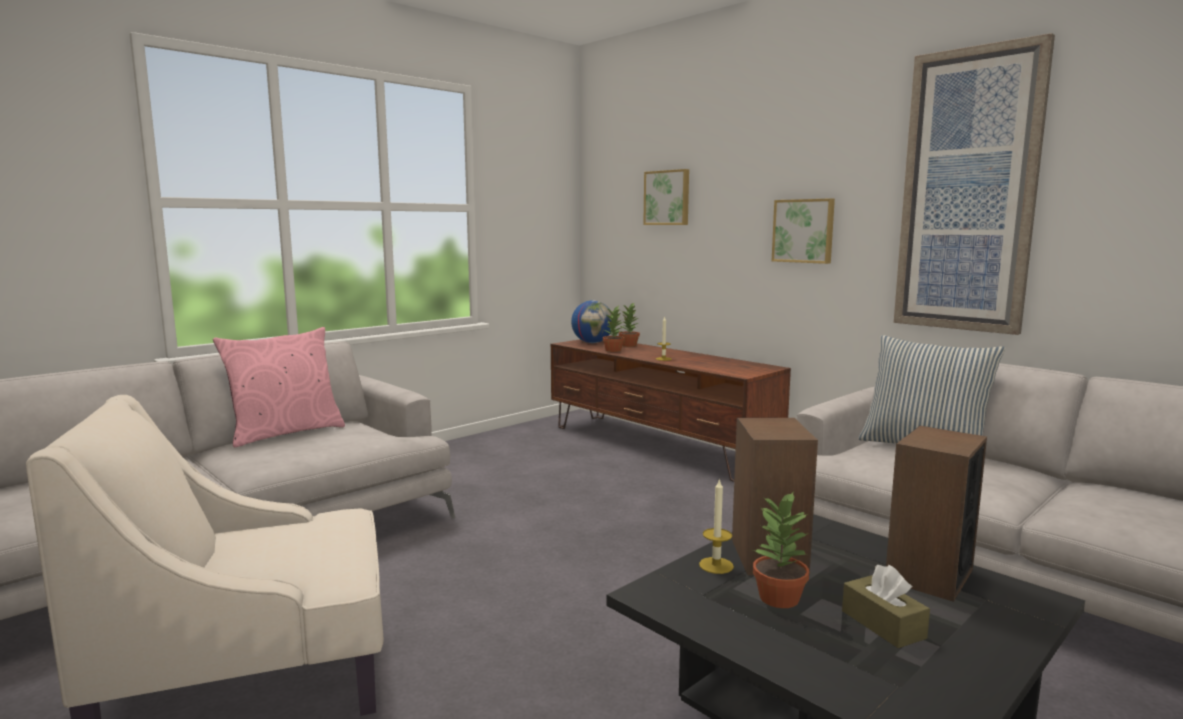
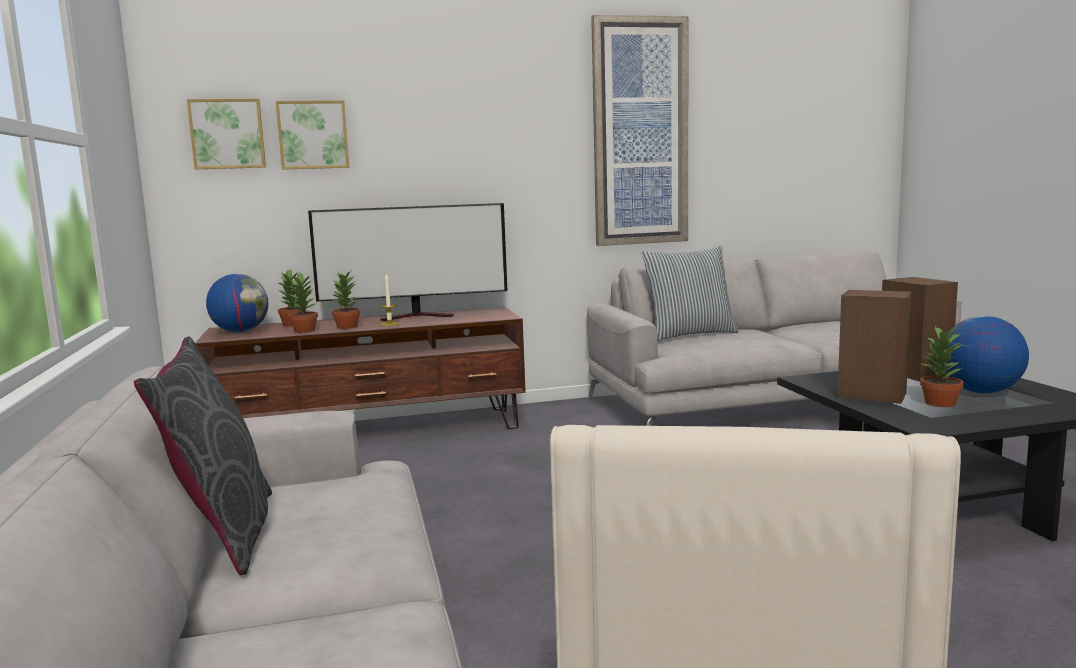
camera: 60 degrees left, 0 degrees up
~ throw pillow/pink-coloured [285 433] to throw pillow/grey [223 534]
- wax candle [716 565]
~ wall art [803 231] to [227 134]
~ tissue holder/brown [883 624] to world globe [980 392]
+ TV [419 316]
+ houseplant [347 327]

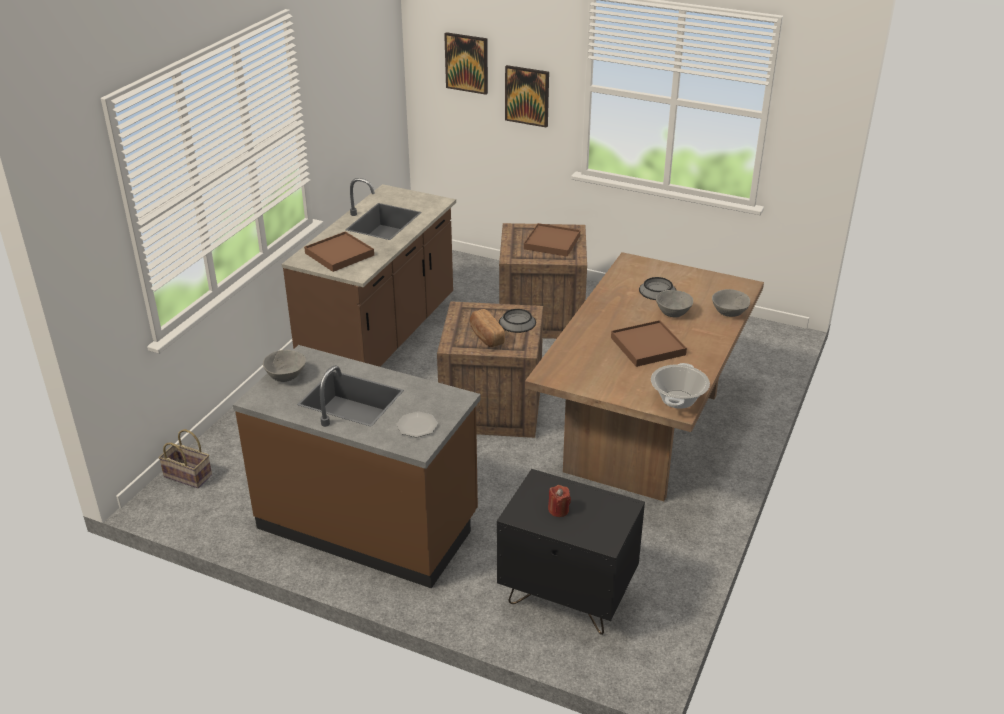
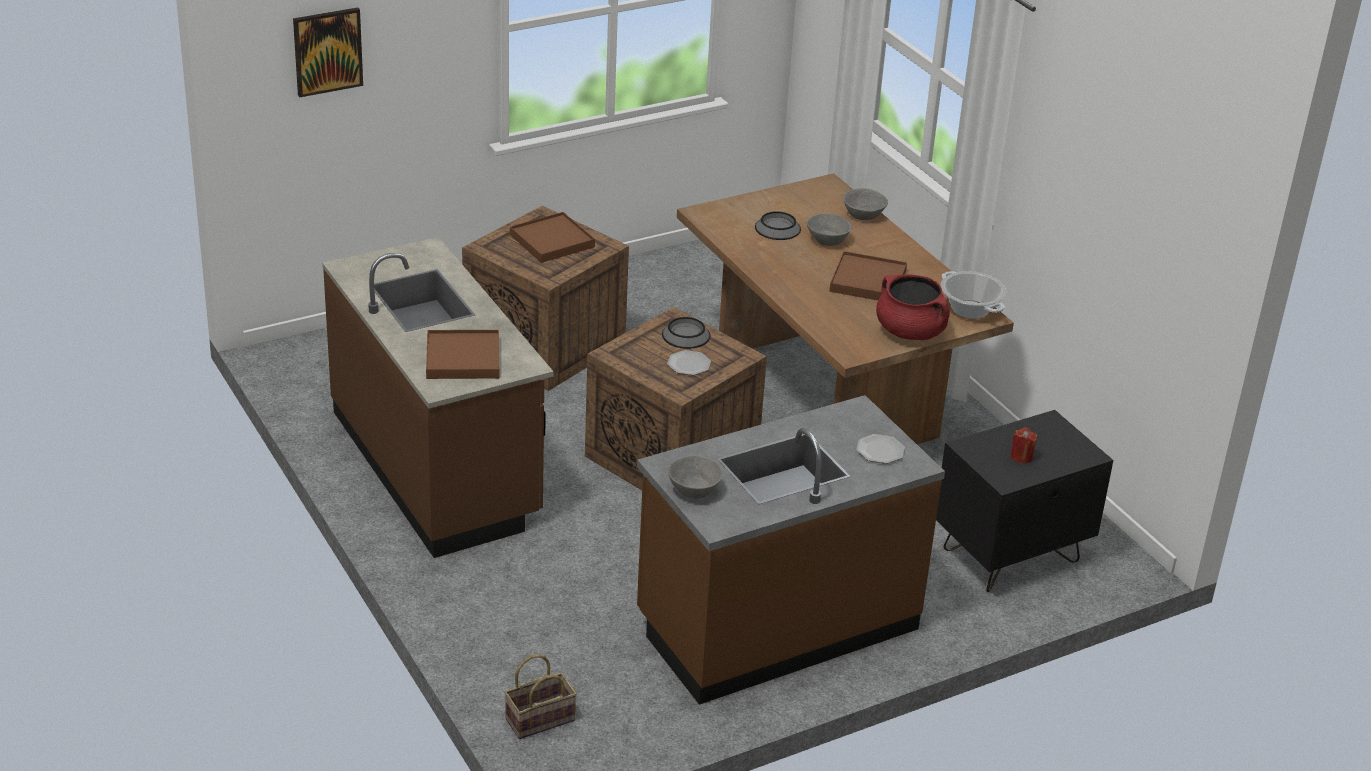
camera: 55 degrees left, 0 degrees up
~ bakery bread [486 336] to dinner plate [688 364]
- wall art [527 95]
+ saucepot/red [910 332]

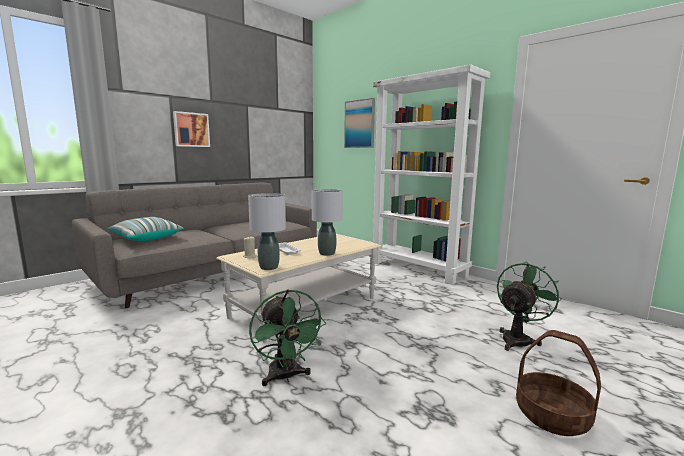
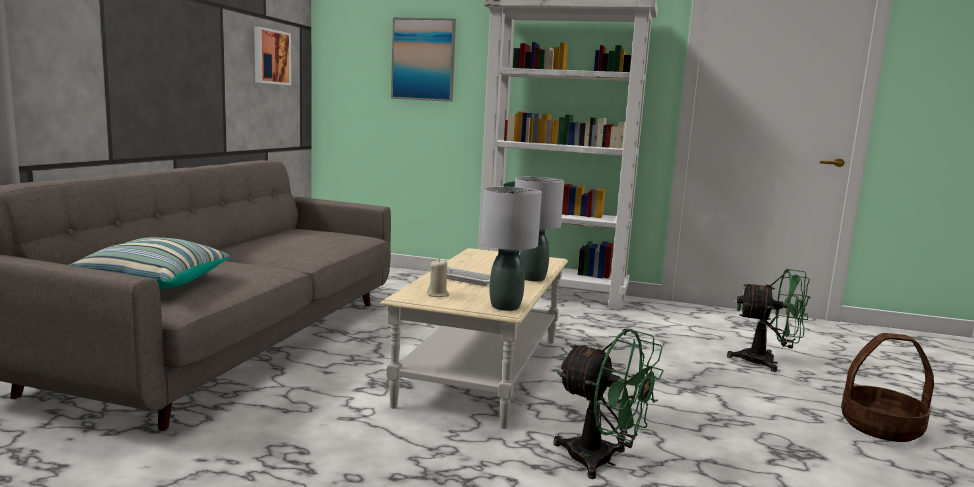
camera: 30 degrees left, 0 degrees up
~ wall art [191 129] to [270 57]
~ cooling fan/greenish [518 339] = [767 362] 90 degrees clockwise

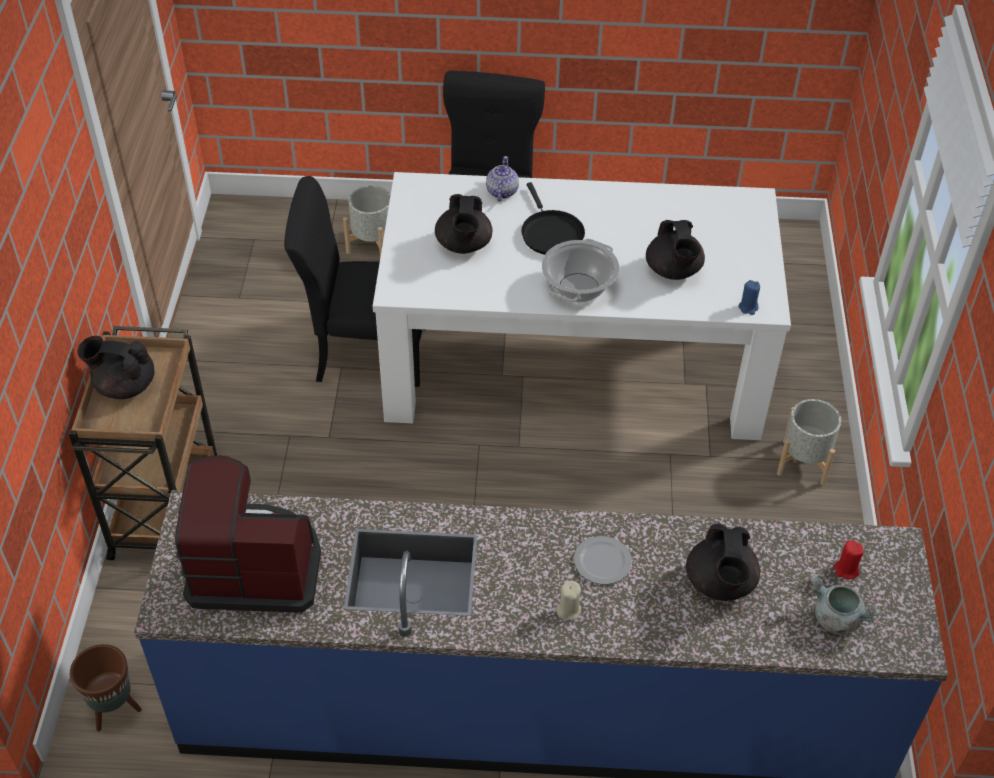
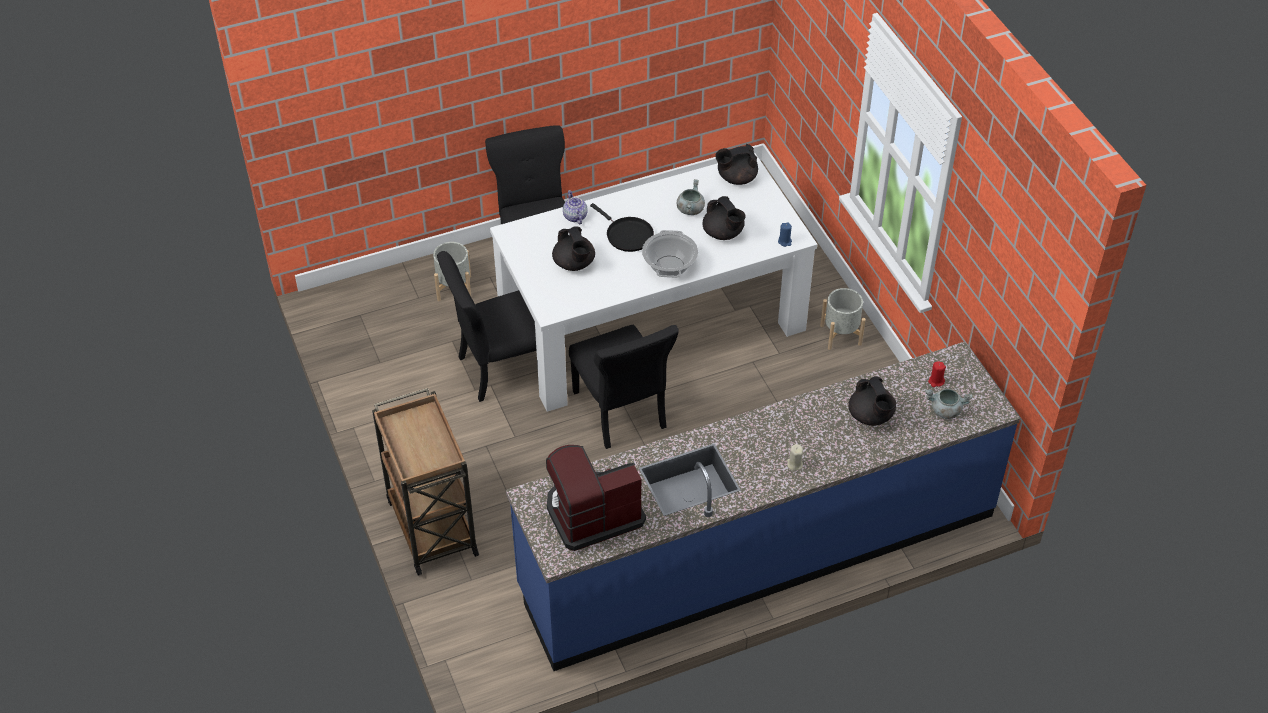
camera: 25 degrees left, 0 degrees up
- planter/brown [114 710]
~ tea pot/black-coloured [124 385] to [736 178]
- dinner plate [601 562]
+ chair/black-coloured [620 413]
+ saucepot/grey [690 209]

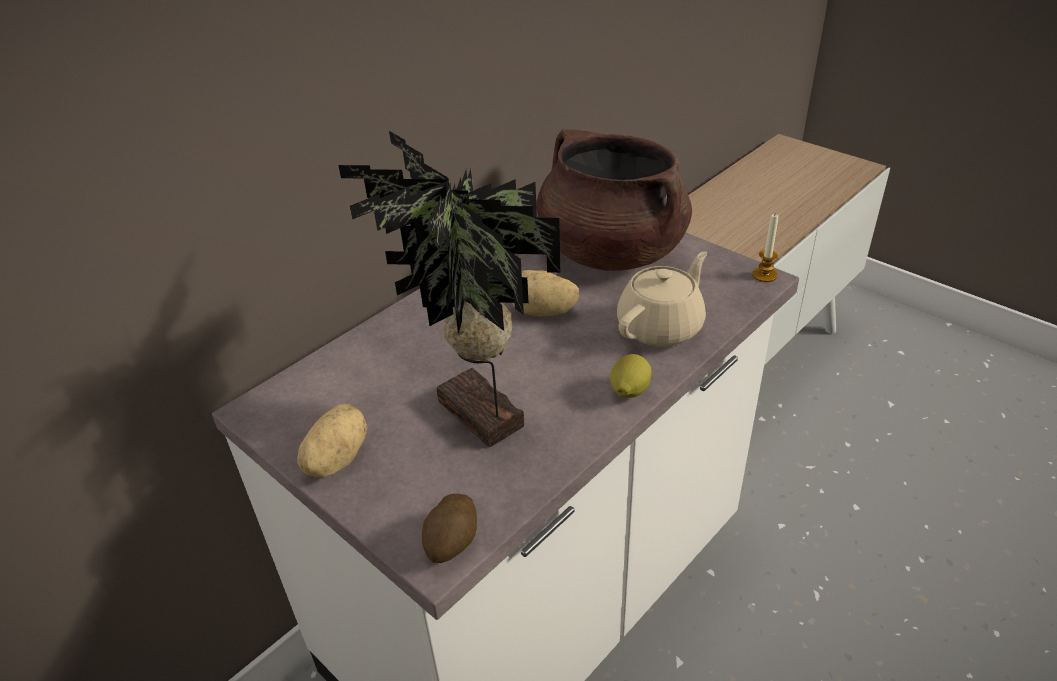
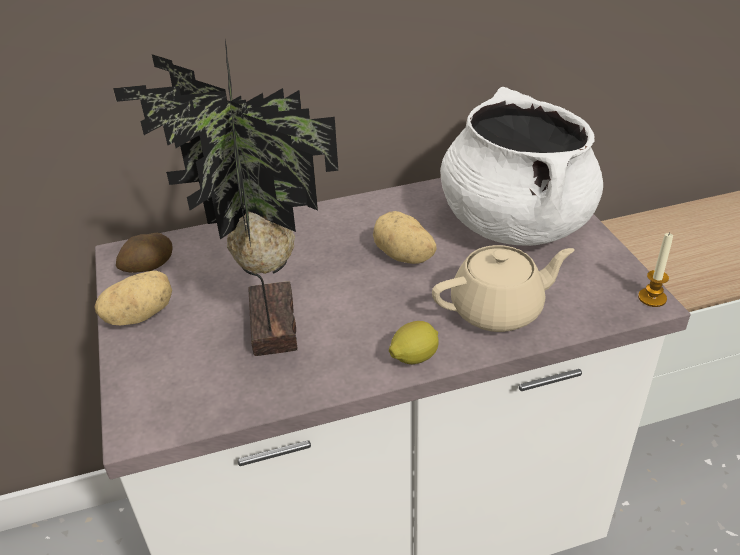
camera: 30 degrees right, 0 degrees up
~ whole potato [452 543] to [148 267]
~ saucepot/brown [610 251] to saucepot/white [514 223]

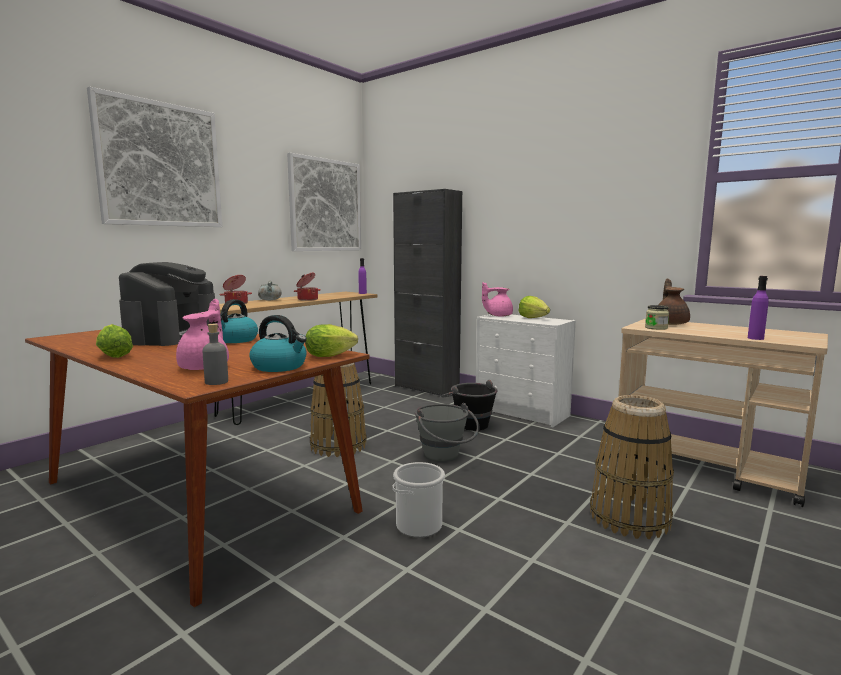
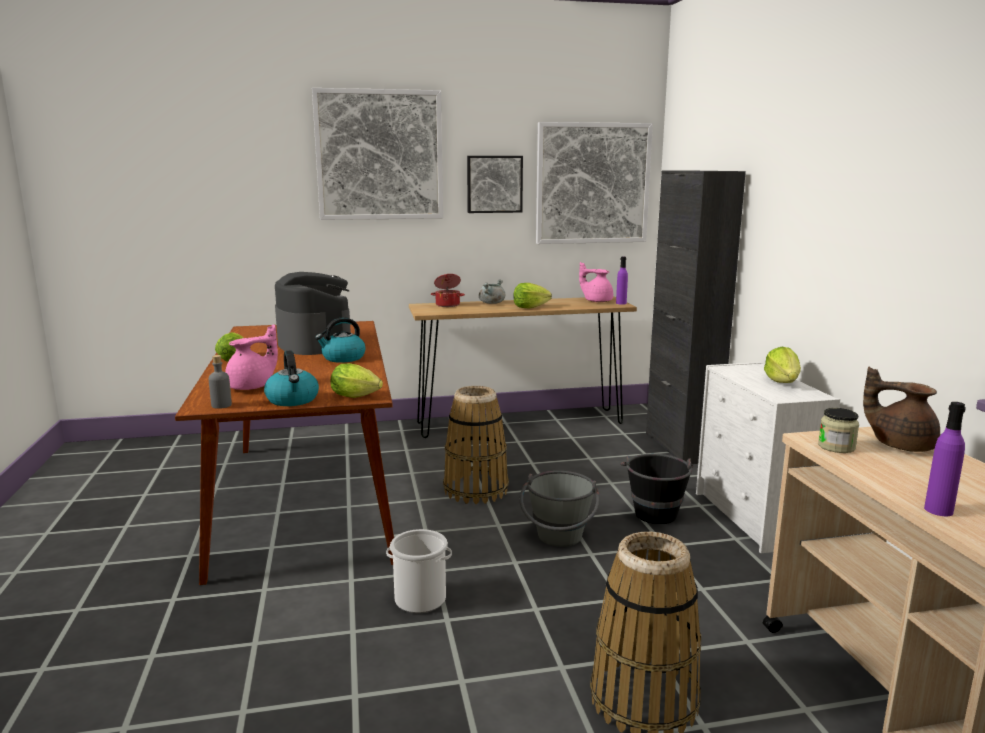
camera: 40 degrees right, 5 degrees up
~ coffee maker [173 336] = [315 343] 75 degrees counterclockwise
~ saucepot [307 299] to lettuce head [530 307]
~ tea pot/pink-coloured [498 316] to [597 301]
~ tea pot/brown [671 323] = [900 445] 105 degrees counterclockwise
+ wall art [494 184]

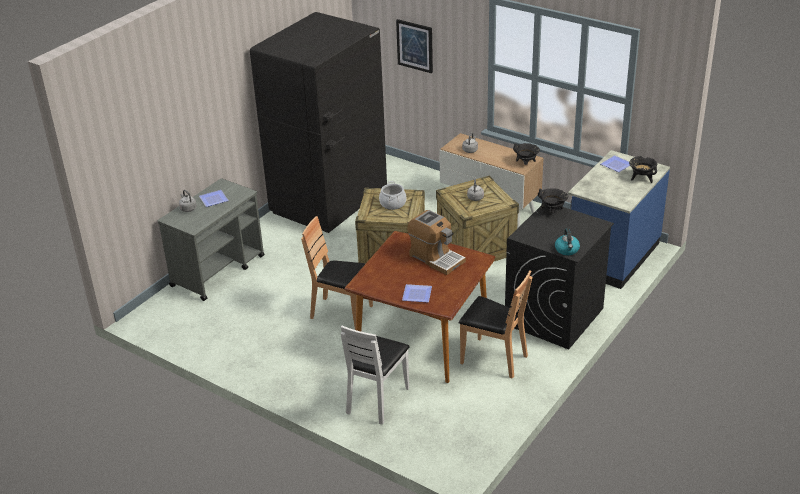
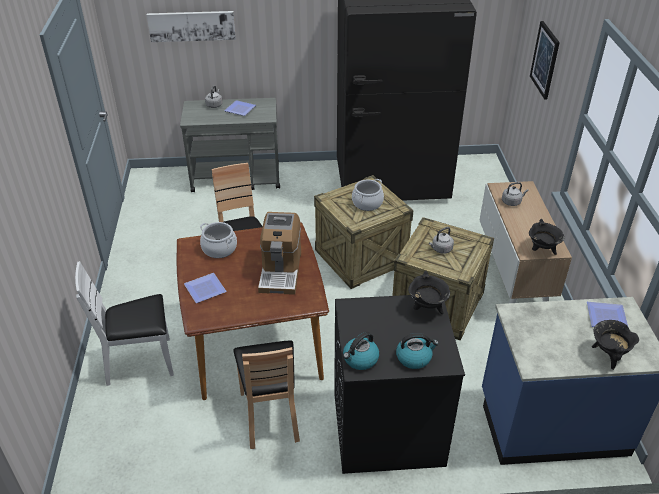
camera: 50 degrees right, 5 degrees up
+ wall art [192 25]
+ saucepot [219 249]
+ water kettle [414 357]

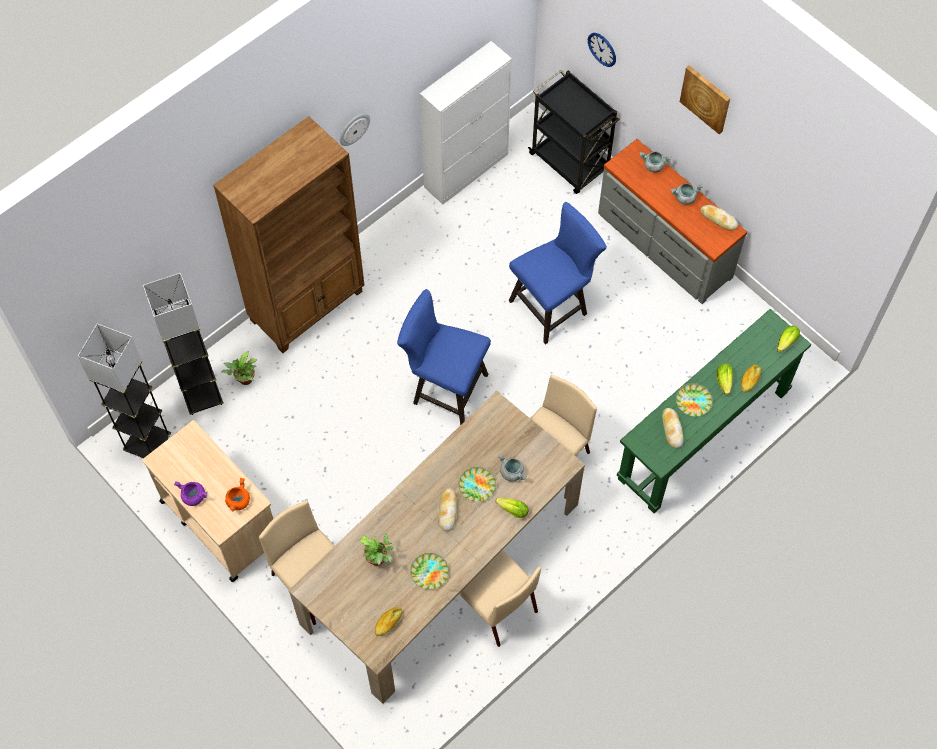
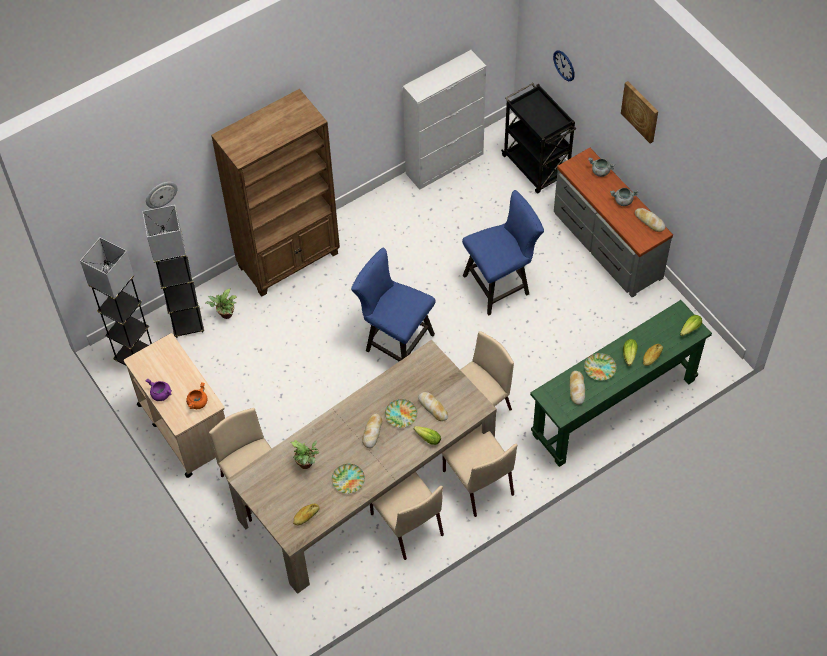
camera: 10 degrees right, 5 degrees down
~ clock on the wall [353 128] to [161 194]
~ saucepot/grey [512 472] to bakery bread [433 408]
+ chair/sand-coloured [477 481]

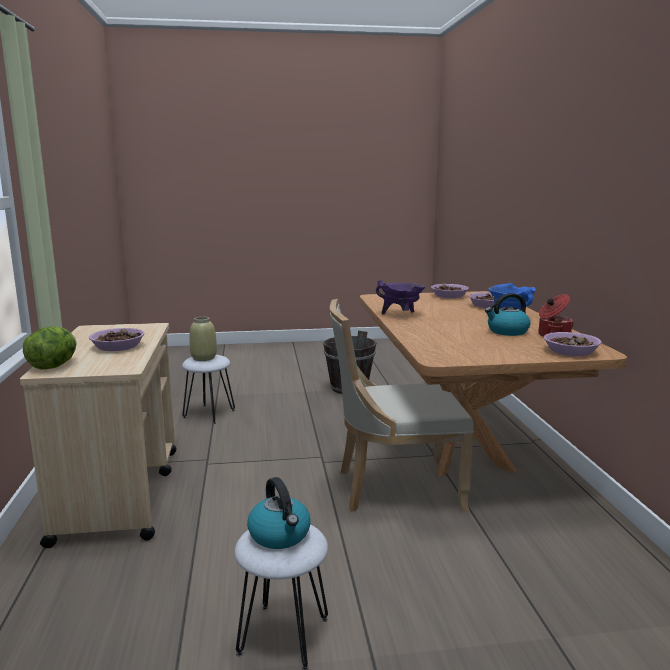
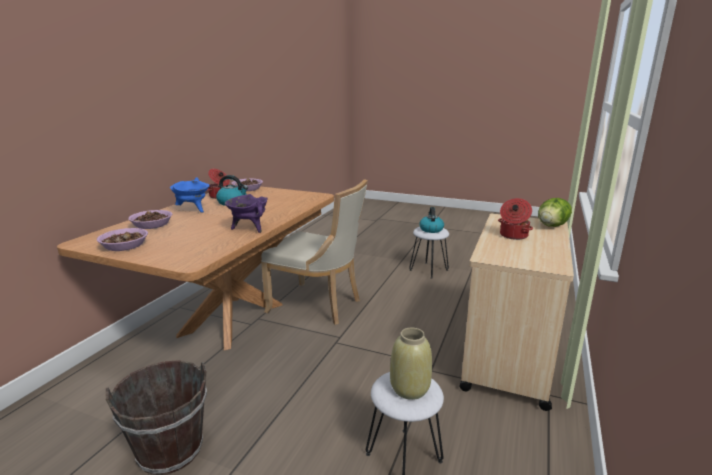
camera: 150 degrees left, 5 degrees up
~ deep dish [118 346] to saucepot [513 235]

